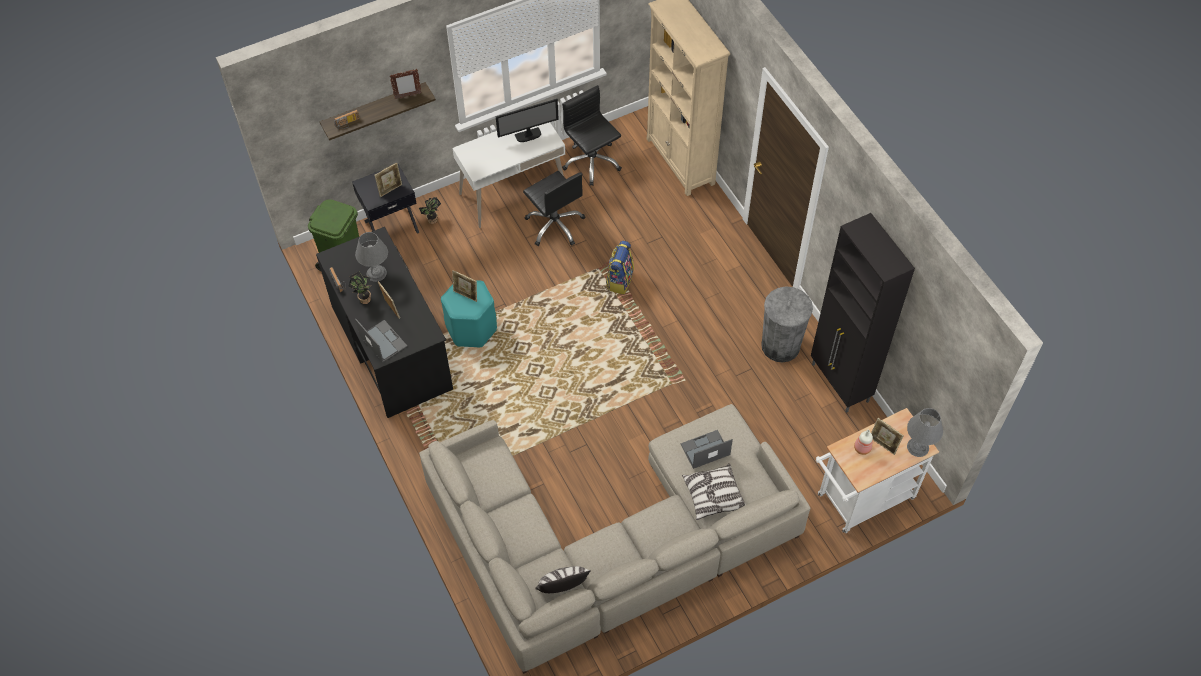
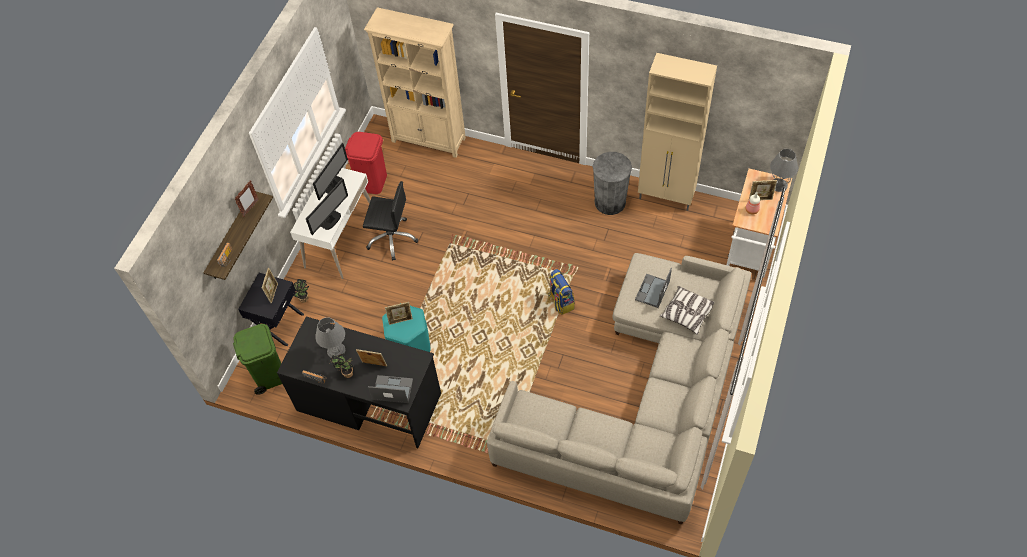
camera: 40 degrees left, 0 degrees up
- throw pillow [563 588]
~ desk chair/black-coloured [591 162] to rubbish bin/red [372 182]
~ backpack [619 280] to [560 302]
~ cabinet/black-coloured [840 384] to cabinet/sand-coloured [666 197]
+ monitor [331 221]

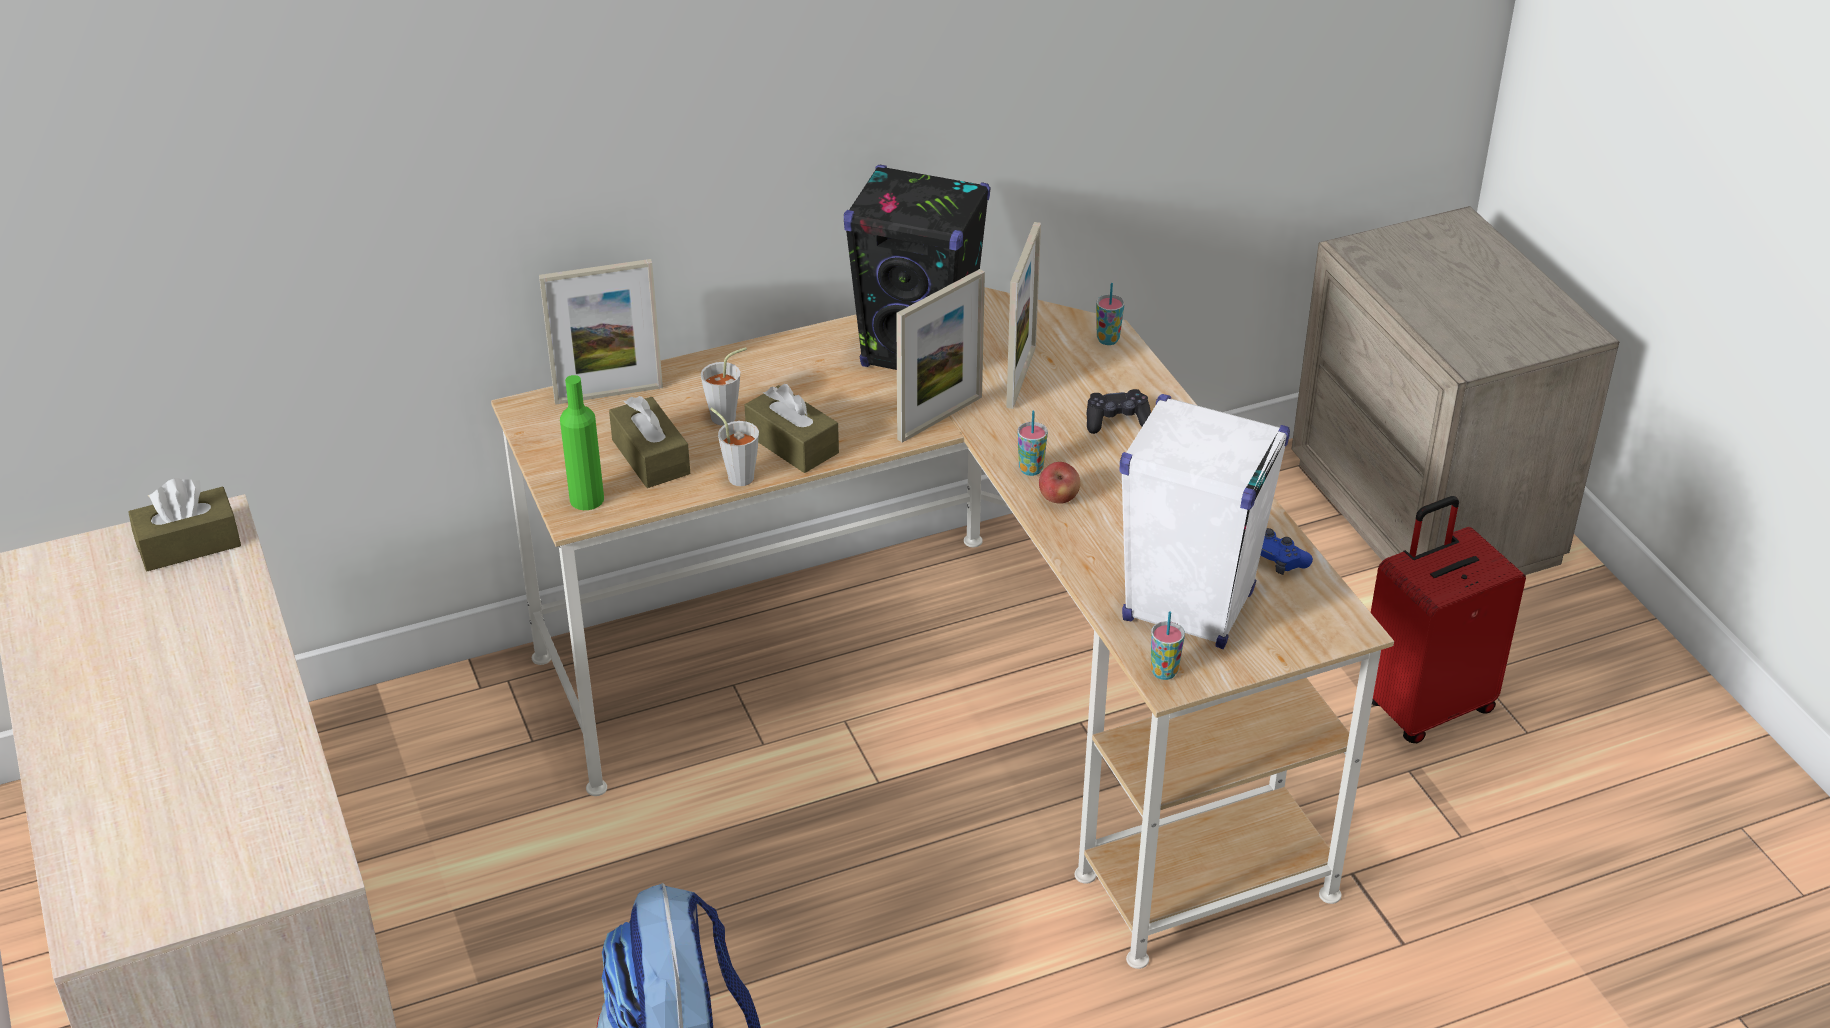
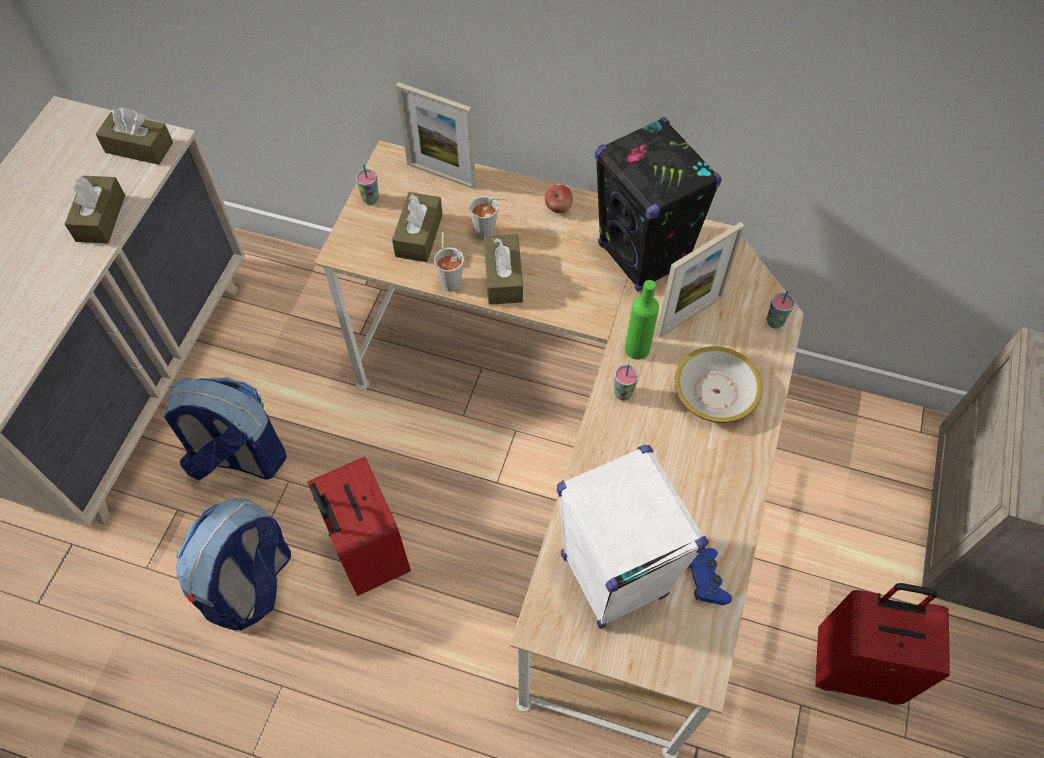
camera: 40 degrees right, 20 degrees up
~ beverage bottle/greenish [587 499] to [637 348]
- picture frame [940 418]
~ apple [1058 498] to [558 207]
~ game controller/black-coloured [1117 420] to deep dish [716 392]
~ cup [1164 672] to [371 199]
+ tissue holder/brown [101 218]
+ backpack [238 457]
+ piece of luggage/red [368 554]

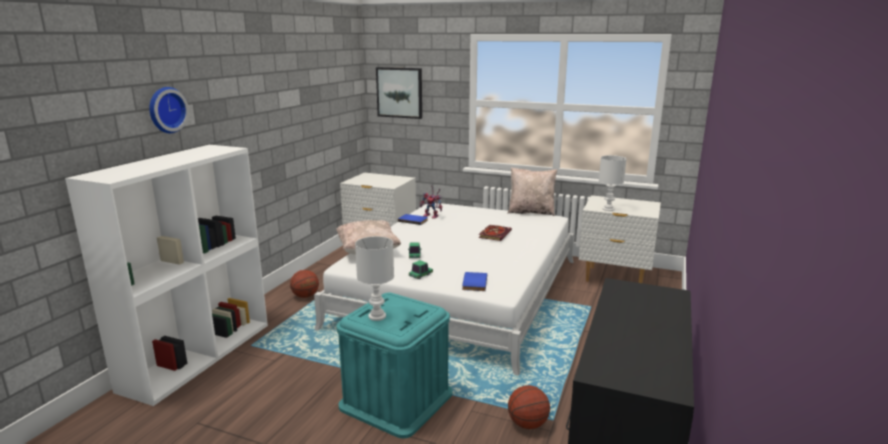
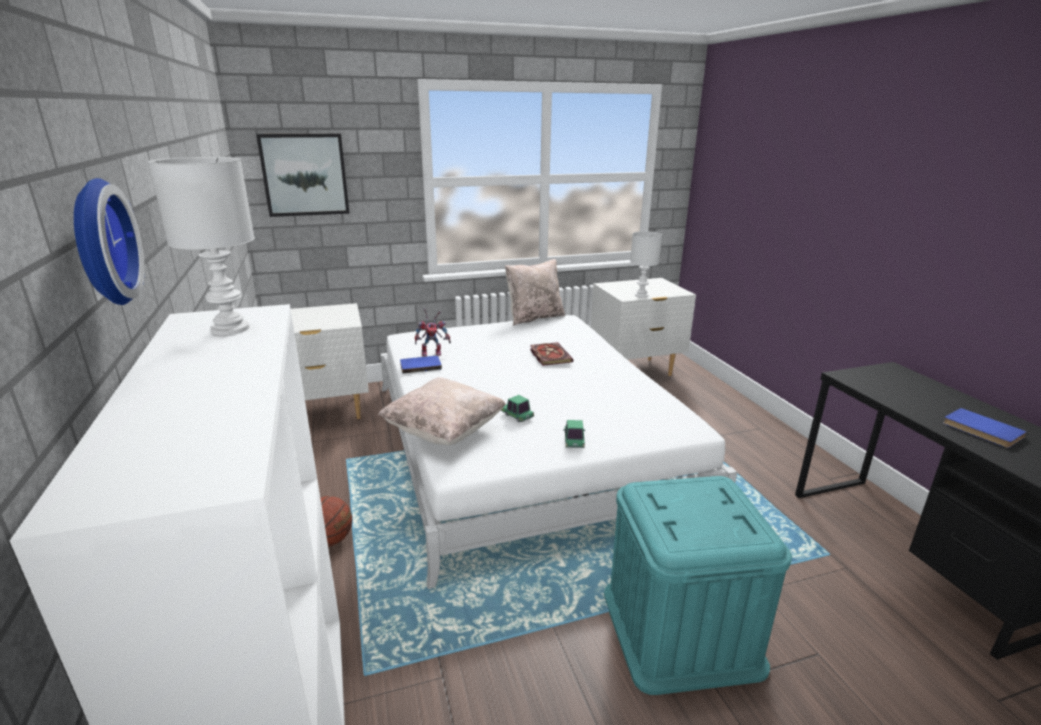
camera: 40 degrees left, 5 degrees up
~ lamp for a table/white [378 316] to [231 328]
~ volume/bluish [473 283] to [981 430]
- basketball ball [527 424]

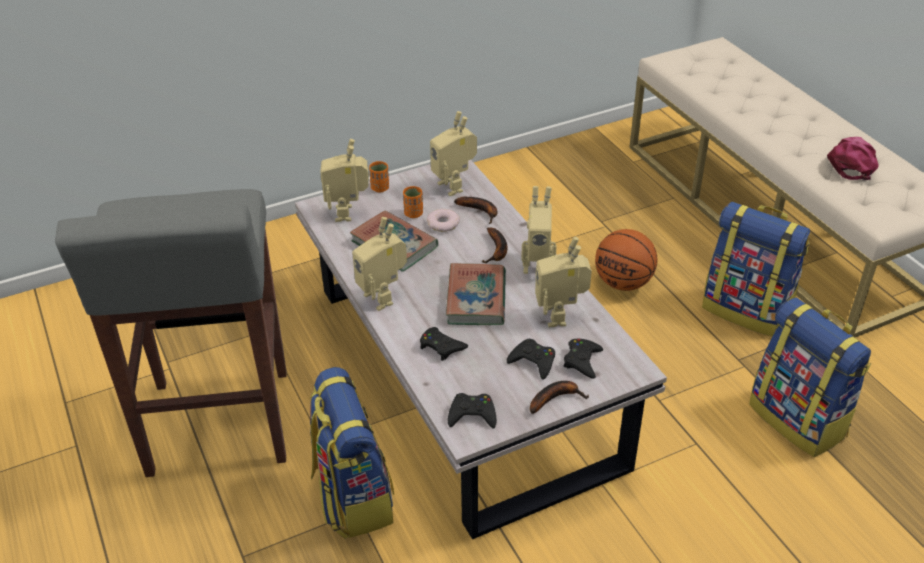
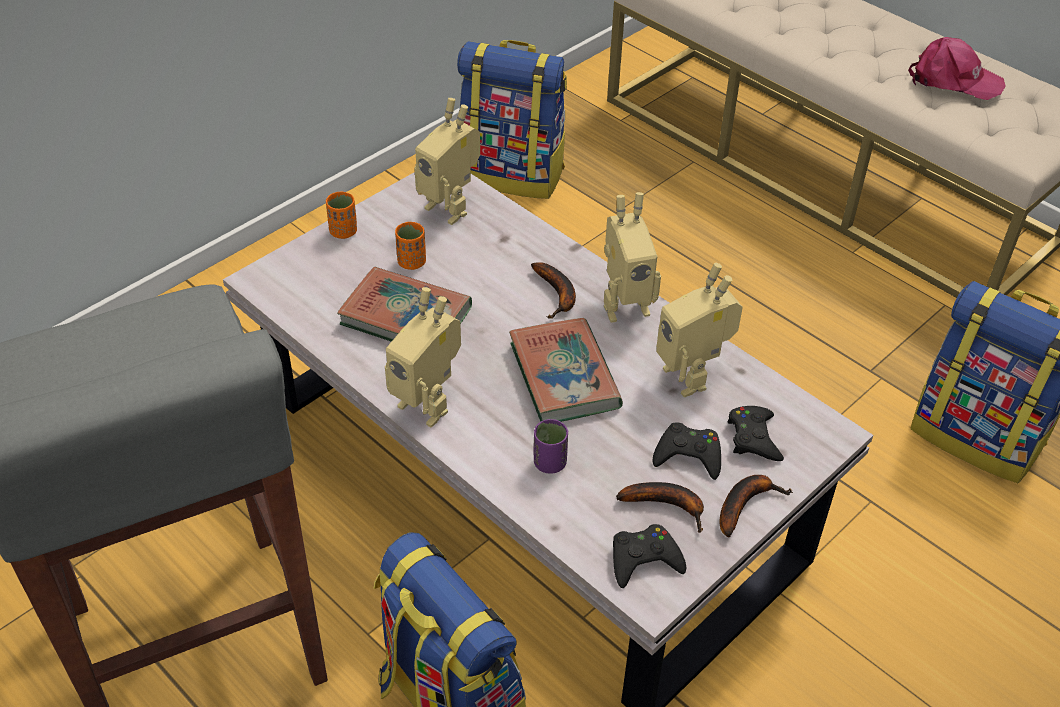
camera: 20 degrees left, 5 degrees up
- model robot [348 213]
~ game controller/black-coloured [441 346] to cup/purple-coloured [549 463]
- ring doughnut [443 223]
~ banana [480 211] to [668 505]
- basketball ball [623 283]
~ backpack [747 310] to [513 174]
~ peaked cap/pink-coloured [852 162] = [953 80] 105 degrees clockwise

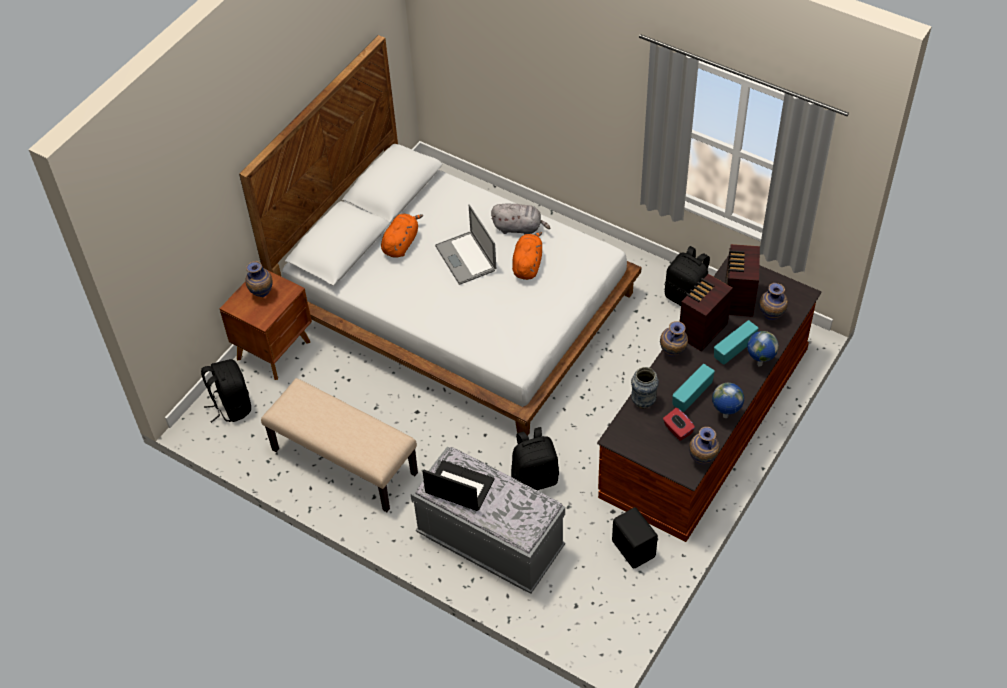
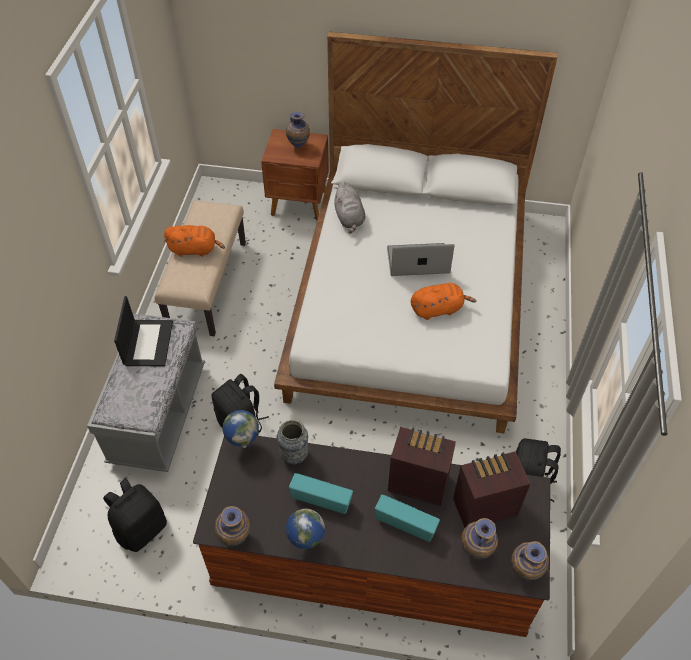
camera: 65 degrees right, 0 degrees up
~ backpack/black-coloured [231 406] to [141 528]
~ cuddly toy/orange-coloured [401 243] to [195 250]
~ laptop [465 258] = [418 261] 45 degrees clockwise
~ cuddly toy/grey [519 228] to [349 218]
- speaker/black-coloured [634 548]
~ decorative vase [672 354] to [524 572]
- tissue holder/red [677 430]
~ world globe [759 364] to [244 444]

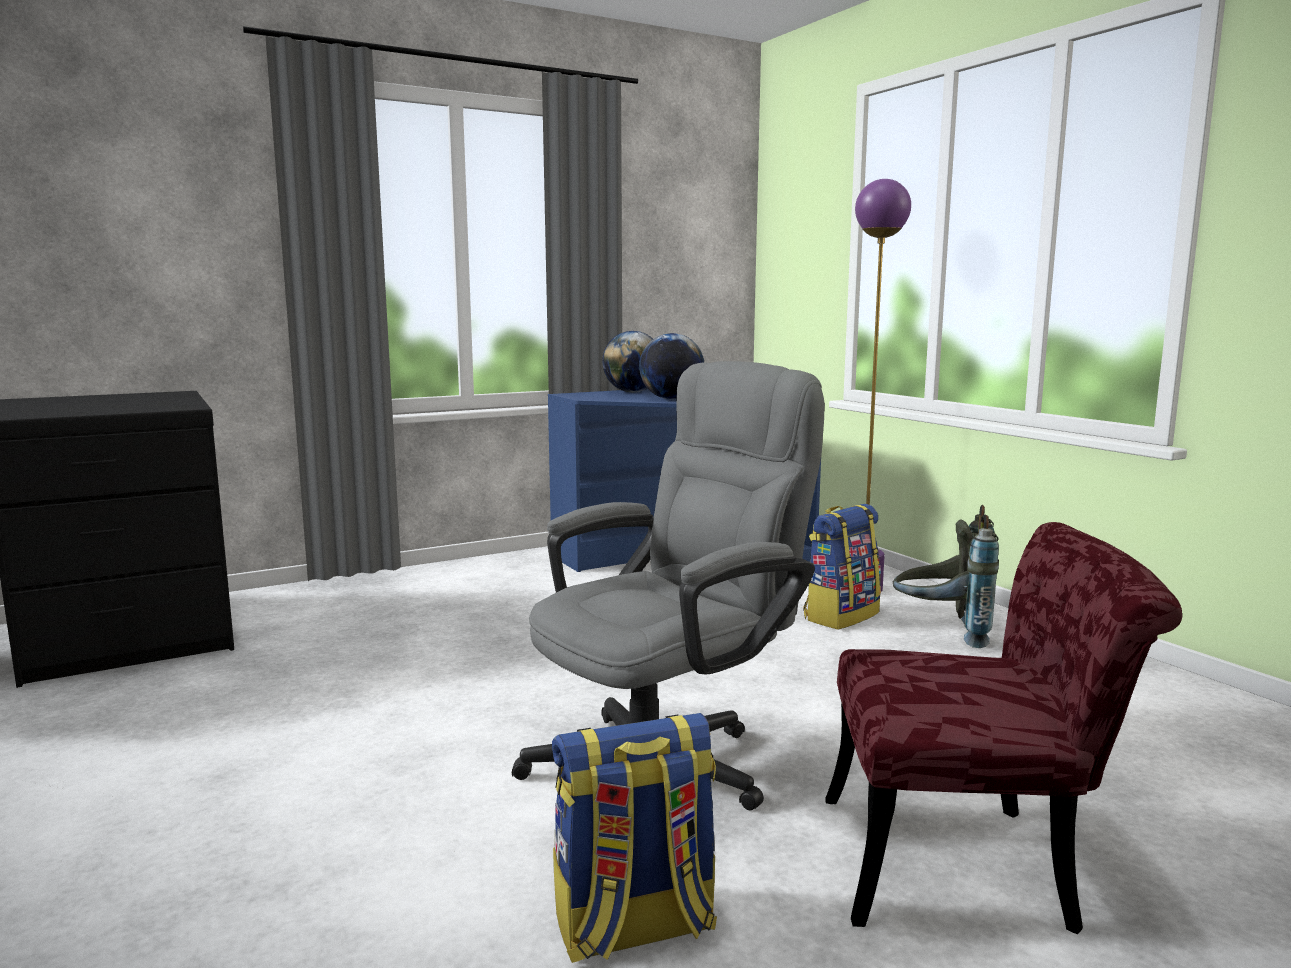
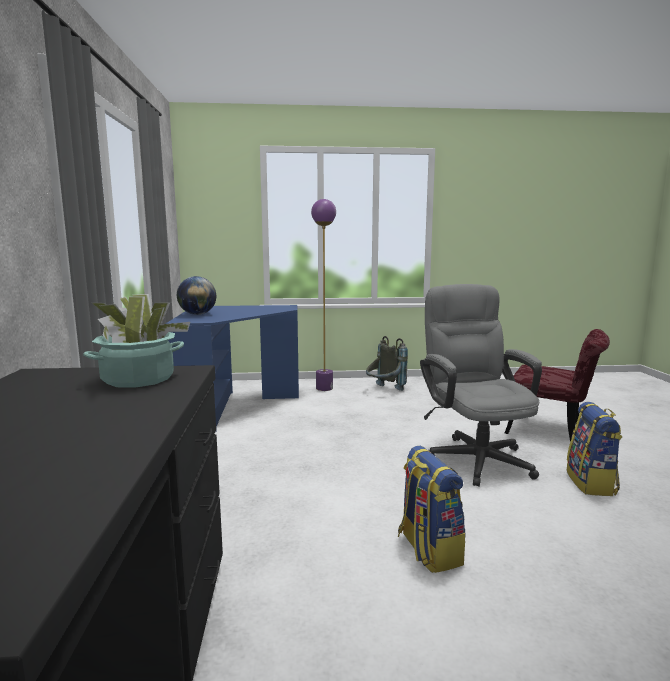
camera: 65 degrees left, 0 degrees up
- world globe [671 399]
~ backpack [840 615] to [428 550]
~ chair/red [972 863] = [553 430] 90 degrees clockwise
+ houseplant [138 379]

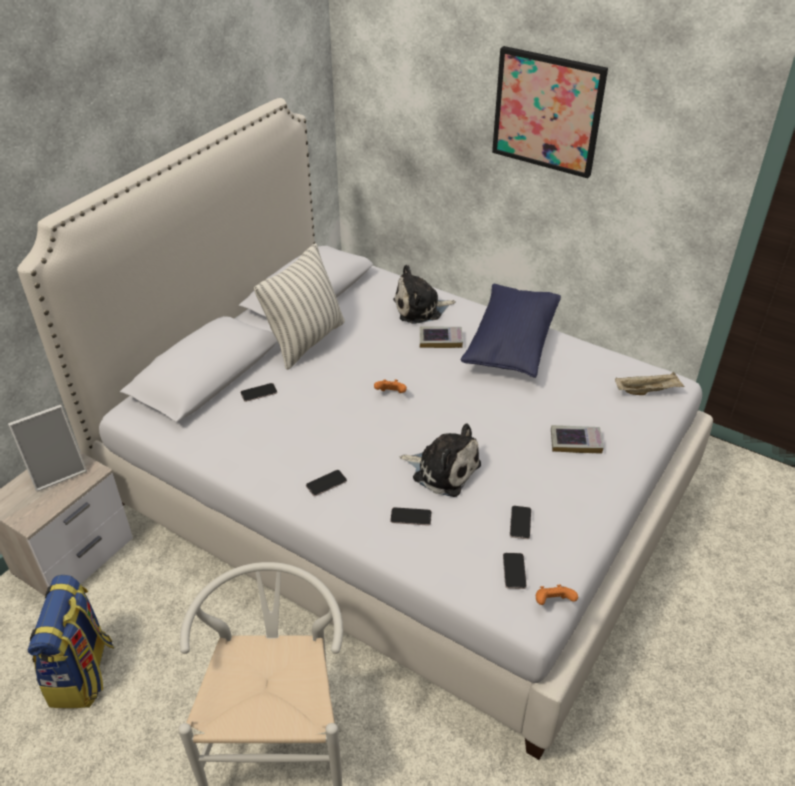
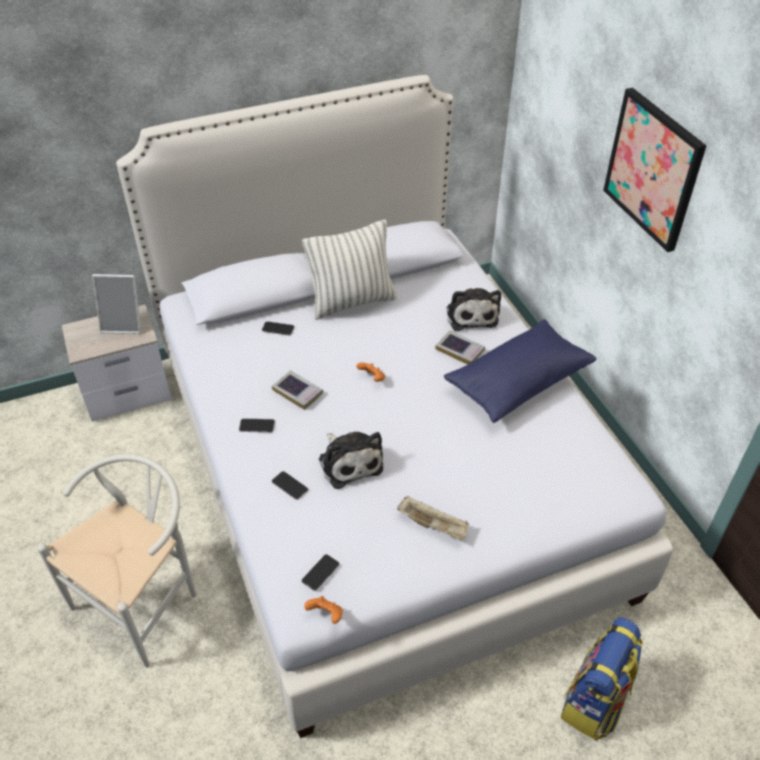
camera: 35 degrees right, 5 degrees up
~ backpack [82 674] to [595 702]
~ cuddly toy [420 309] = [471 314] 120 degrees counterclockwise
- telephone [520 522]
~ volume [575 442] to [297 392]
~ serving tray/sand-coloured [647 391] to [433 525]

